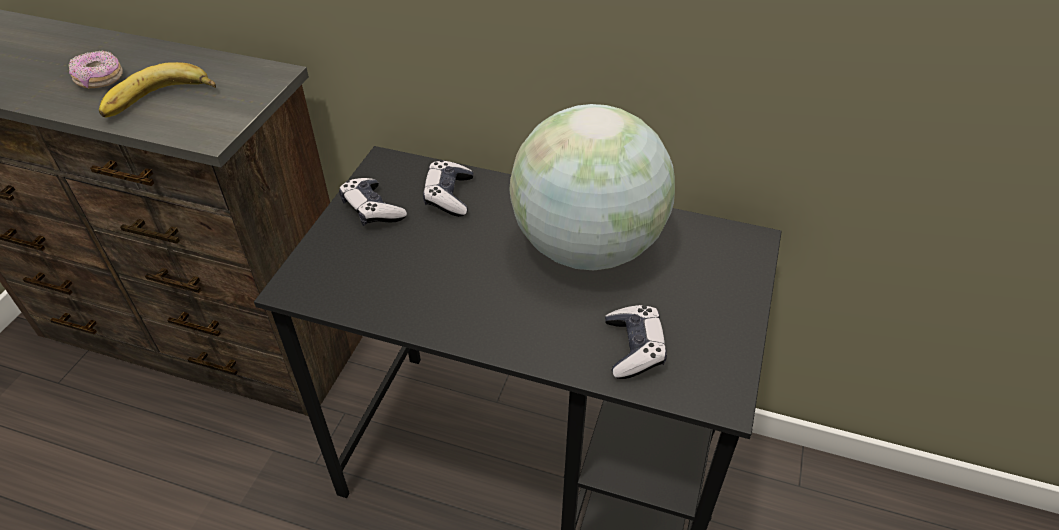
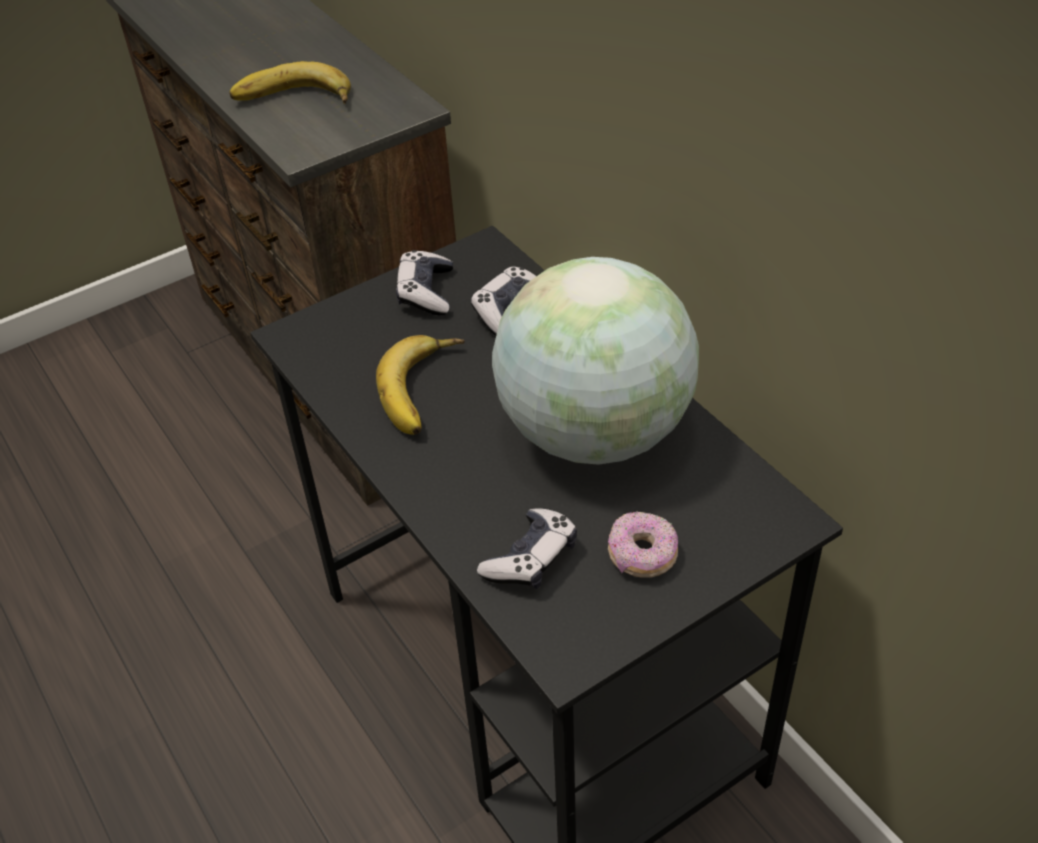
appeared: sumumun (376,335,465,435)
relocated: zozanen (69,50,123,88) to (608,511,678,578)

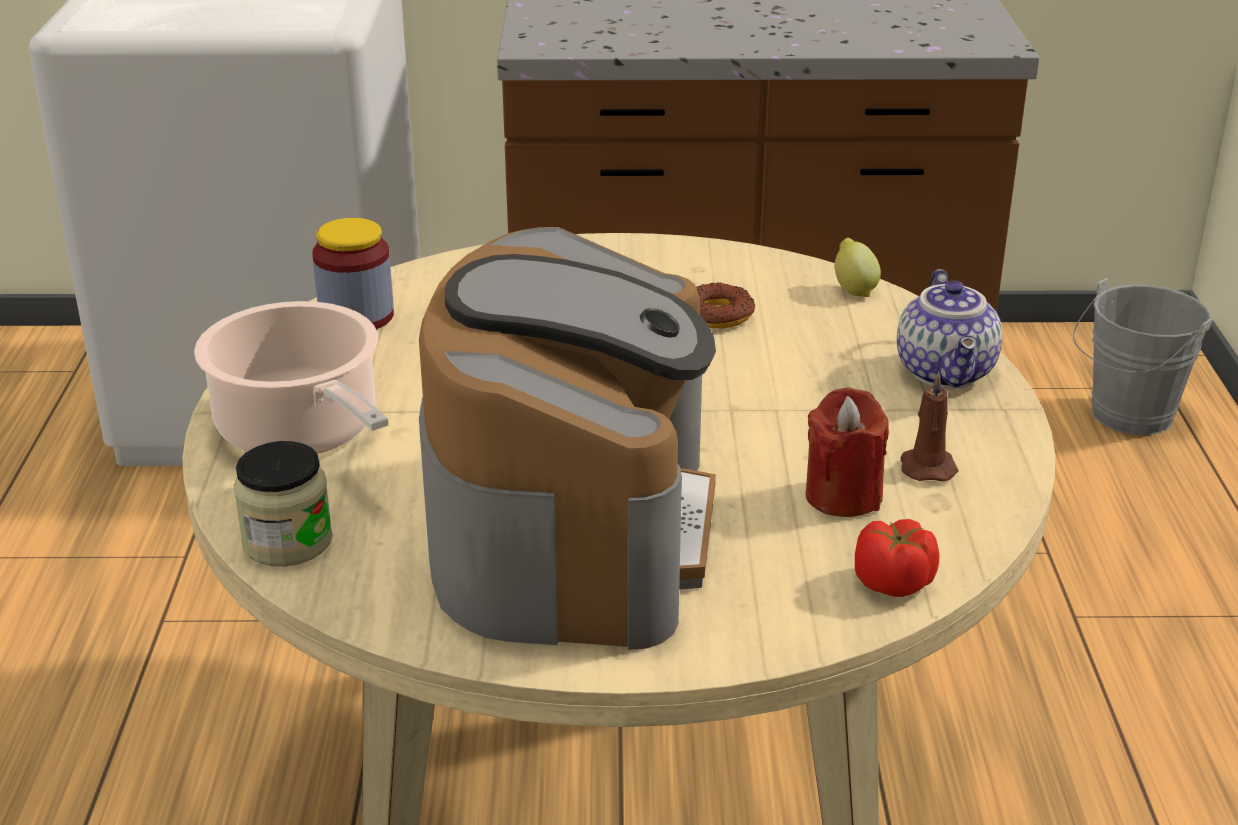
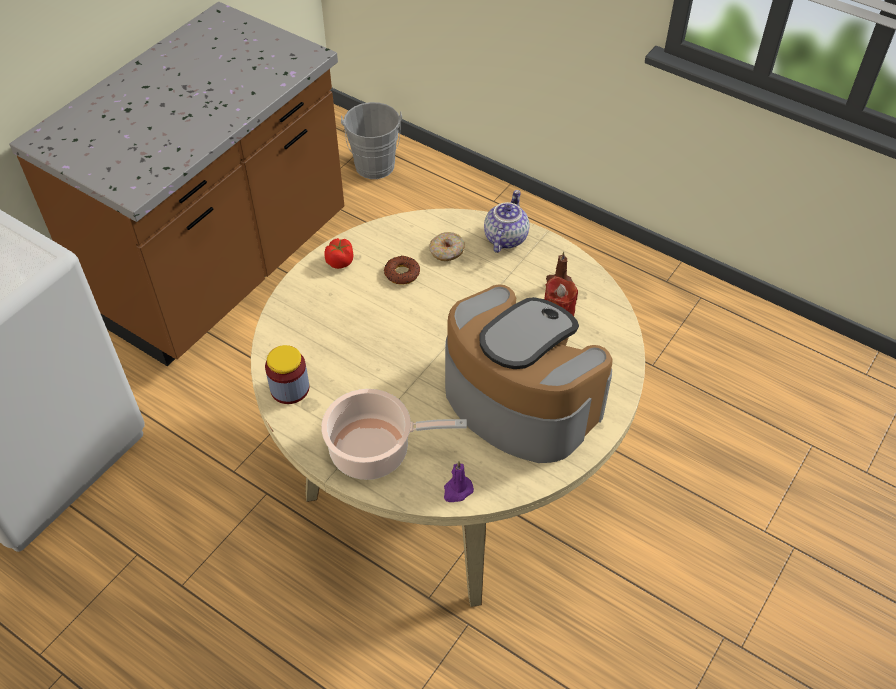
missing: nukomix (834,238,881,297)
appeared: zozanen (430,232,465,261)
relocated: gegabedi (855,519,939,597) to (324,238,354,269)
exchanged: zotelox (233,441,333,566) to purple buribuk (444,461,474,502)
spun: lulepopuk (897,269,1003,388) = (484,190,529,253) 105 degrees counterclockwise

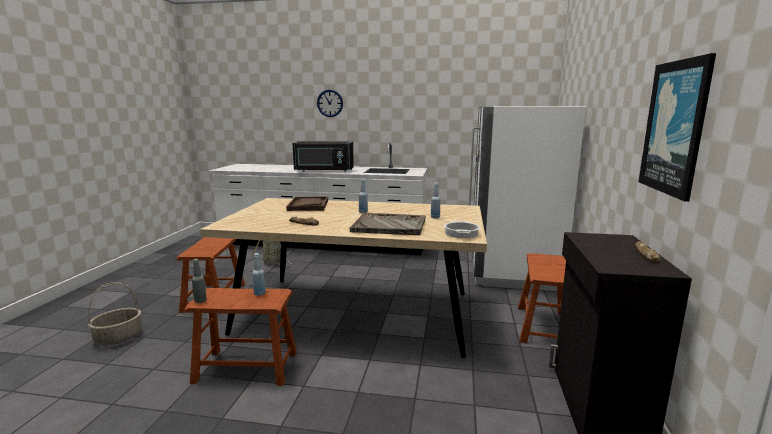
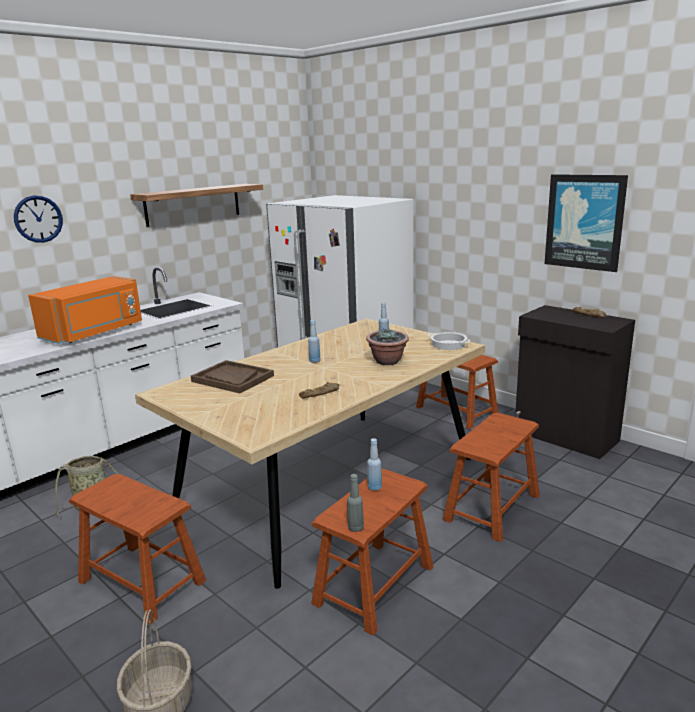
appeared: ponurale (130,184,263,227); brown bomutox (442,413,540,542)
exchanged: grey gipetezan (350,213,426,235) to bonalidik (366,328,409,365)
colour: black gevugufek (292,141,354,172) to orange gevugufek (28,276,142,344)

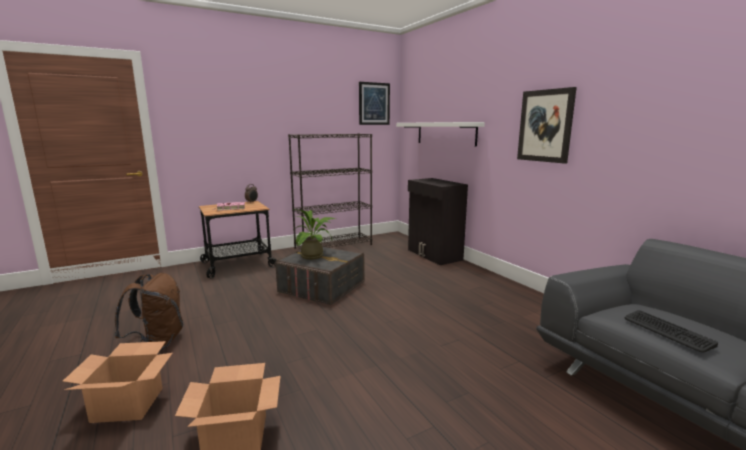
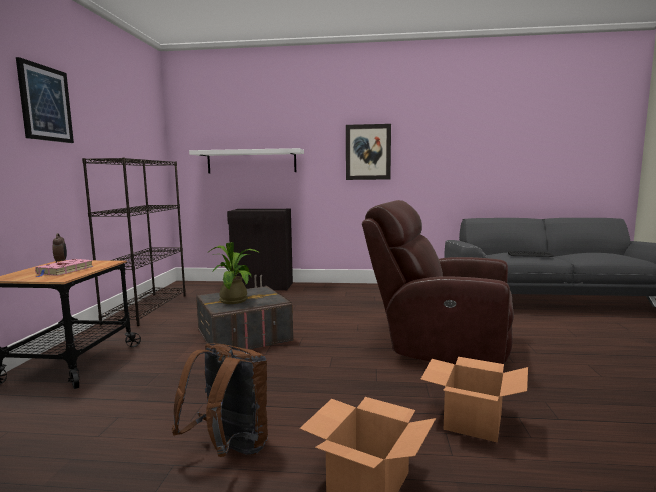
appeared: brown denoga (362,200,514,365)
relocated: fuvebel (359,82,390,125) to (16,57,74,143)

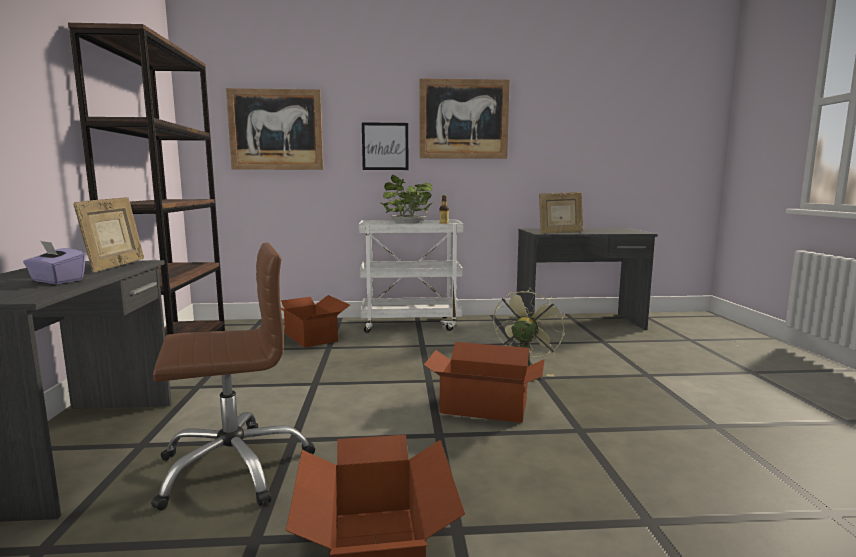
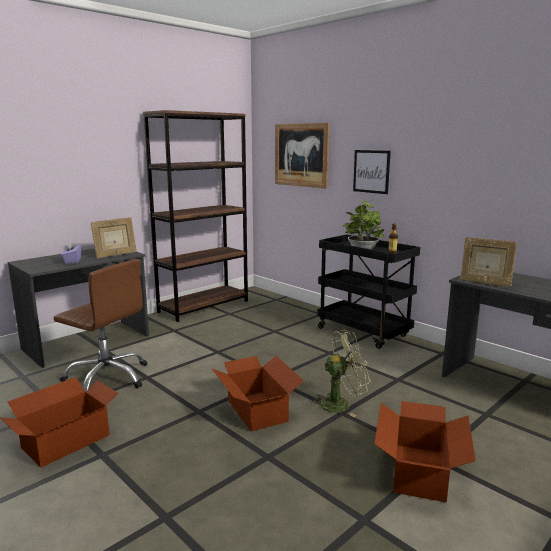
missing: fuvebel (419,78,510,159)
relocated: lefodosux (281,295,350,348) to (374,401,476,503)
colour: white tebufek (359,220,464,333) to black tebufek (317,234,420,349)

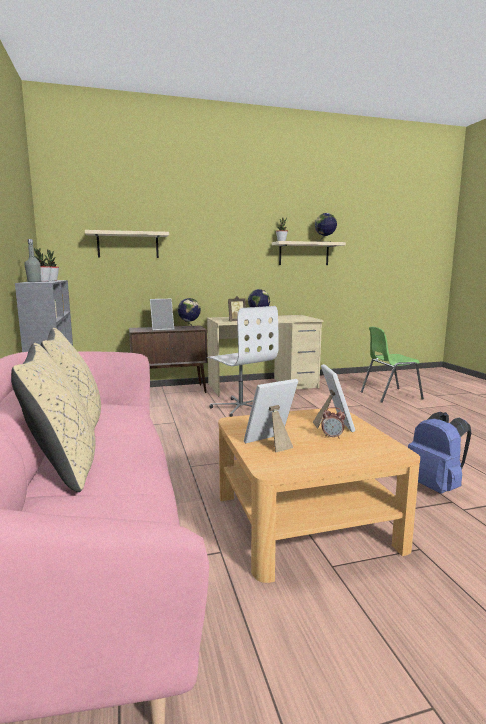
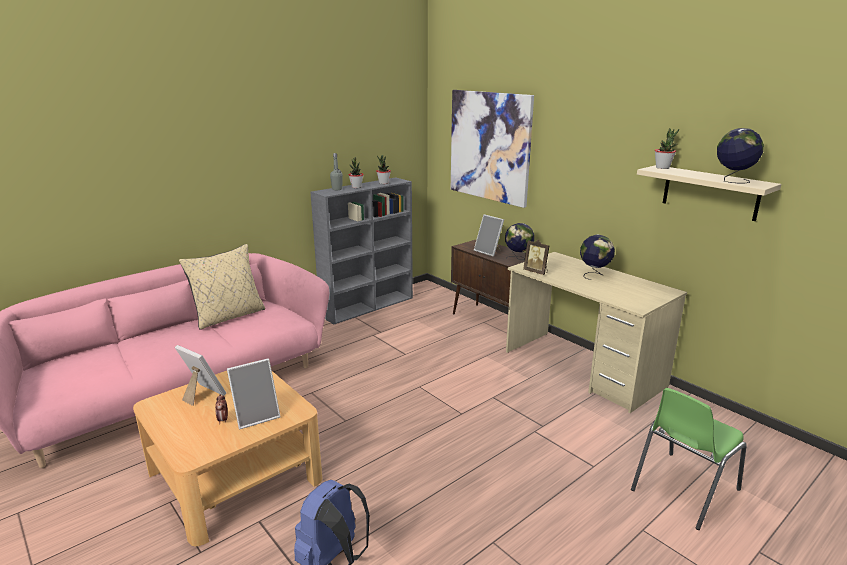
missing: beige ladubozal (11,343,95,492); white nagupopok (207,306,279,417)
exchanged: beige ponurale (85,230,169,258) to fuvebel (451,90,534,208)
spun: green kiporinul (361,327,424,403) = (631,388,747,530) 90 degrees counterclockwise

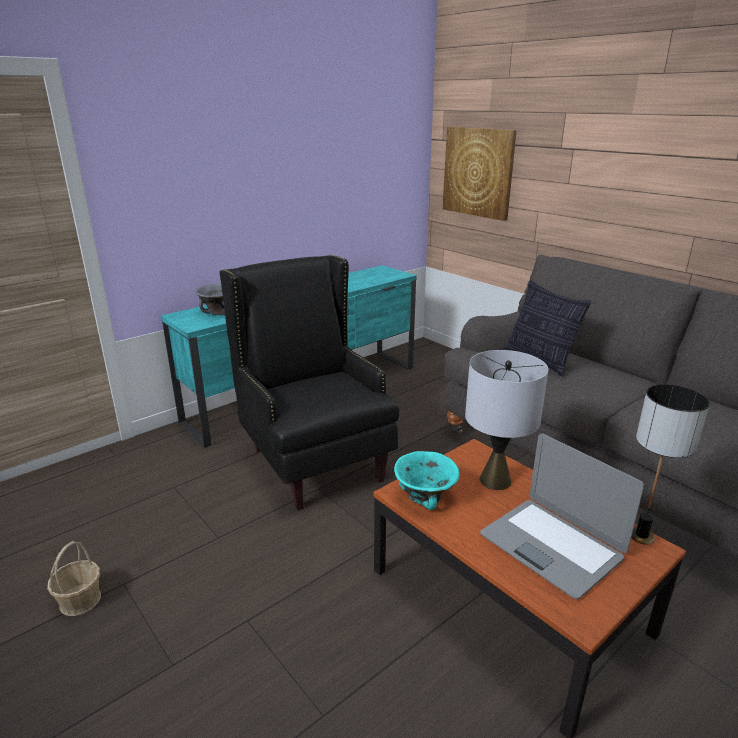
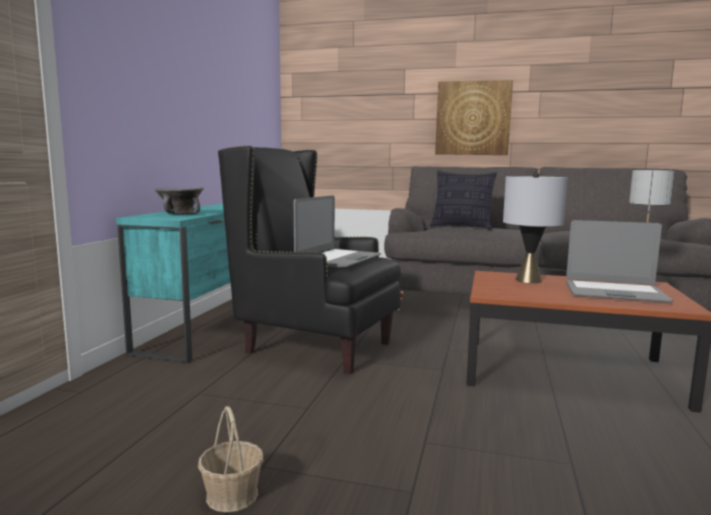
missing: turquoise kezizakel (394,451,460,510)
appeared: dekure (294,195,381,268)
relocated: fuvebel (443,127,517,221) to (435,80,513,155)

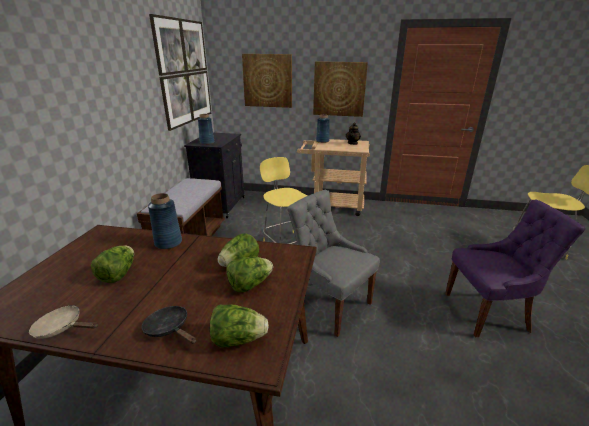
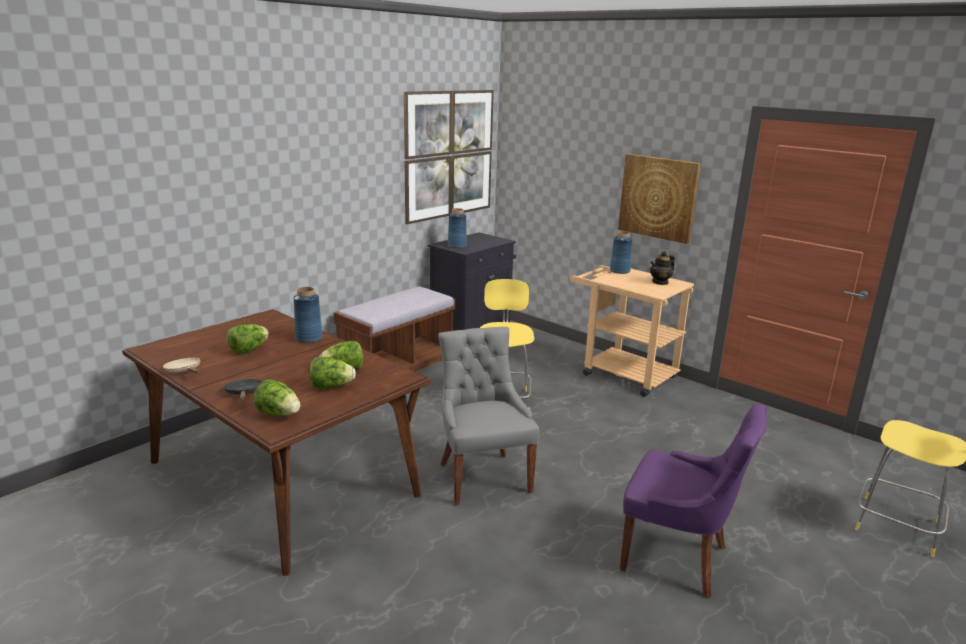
missing: fuvebel (242,54,292,108)

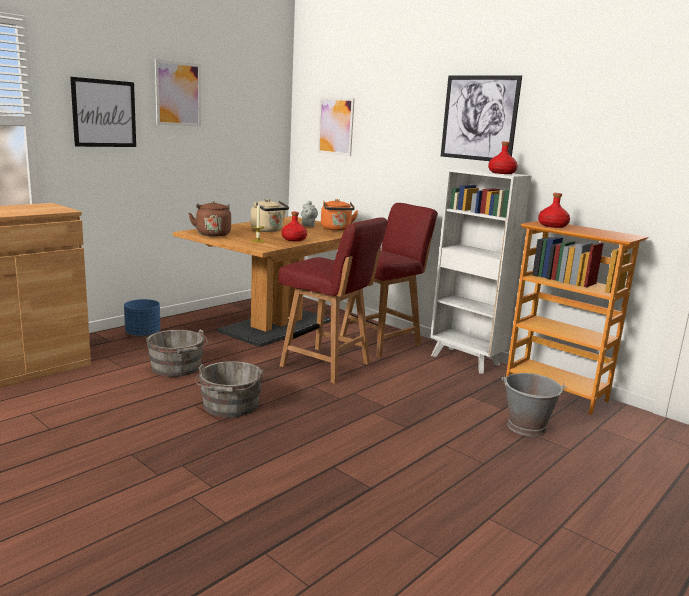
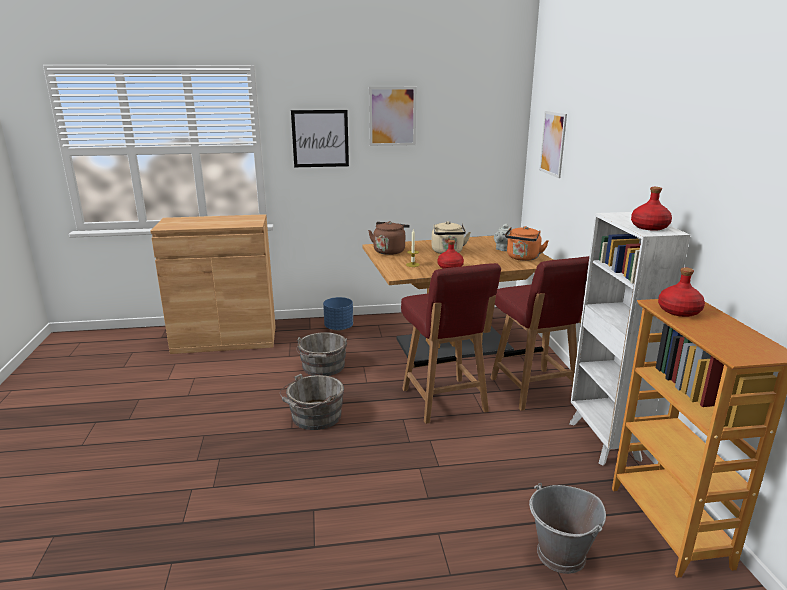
missing: fuvebel (441,75,522,161)
spun: red kiporinul (340,203,438,358) = (491,256,589,411) 75 degrees clockwise

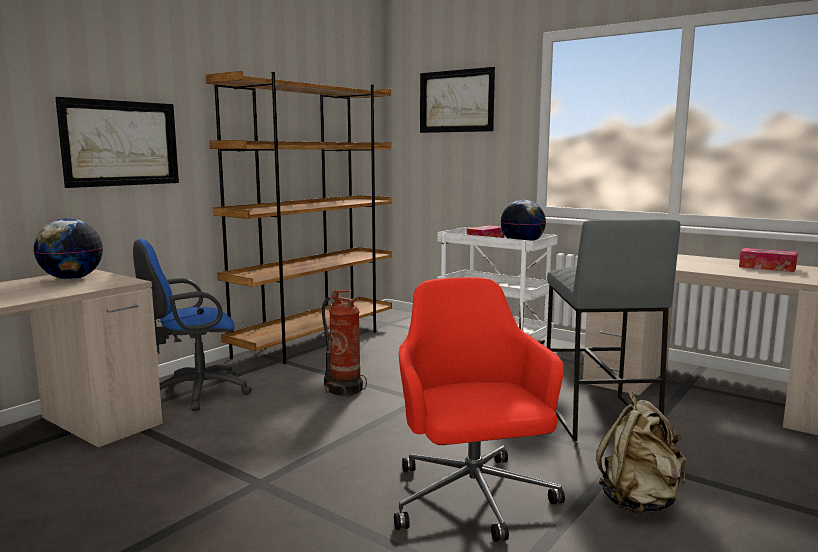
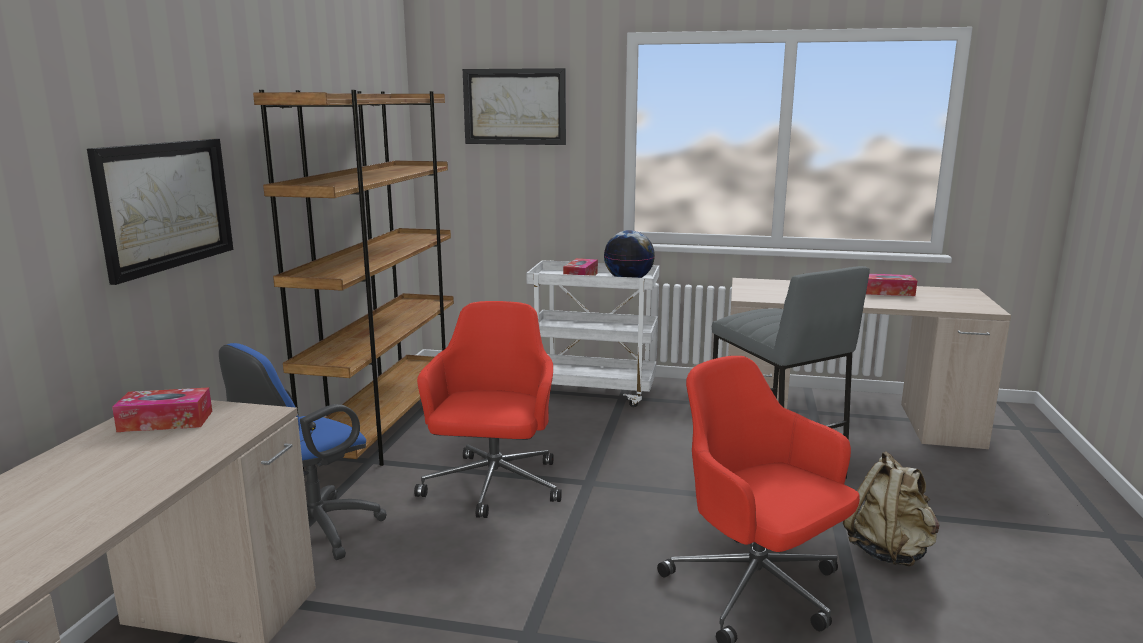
exchanged: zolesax (34,218,103,280) to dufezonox (112,387,212,432); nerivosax (322,290,367,398) to red nagupopok (414,301,562,518)

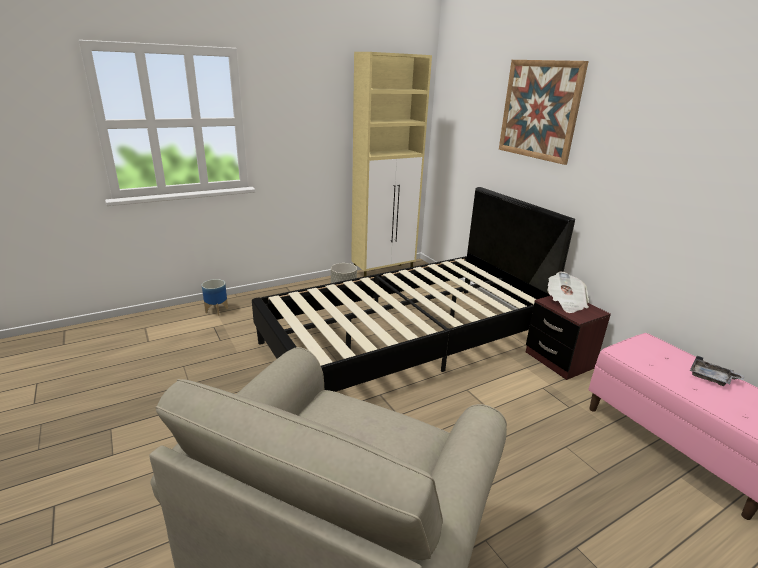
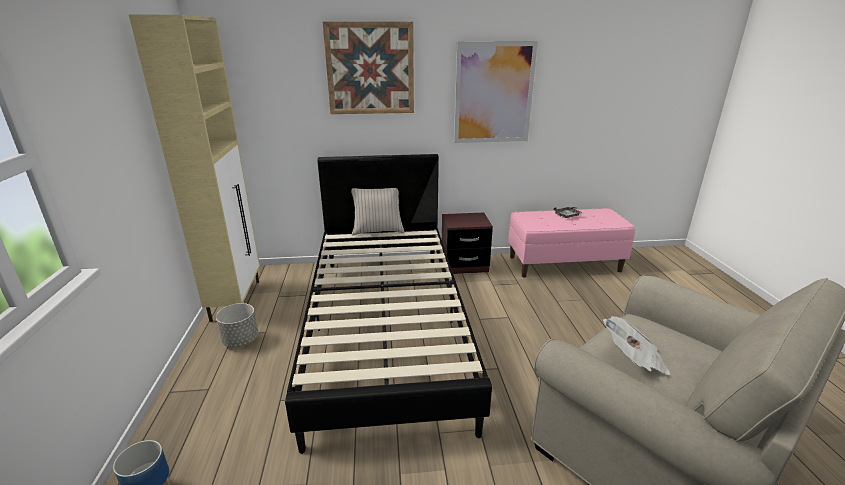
appeared: beige ladubozal (351,188,404,235); fuvebel (454,41,538,143)
relocated: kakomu (547,272,589,313) to (603,316,671,375)

